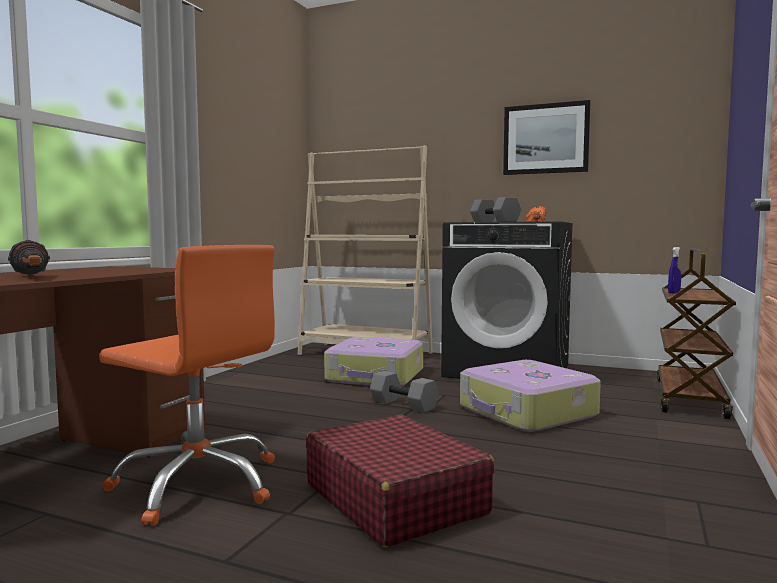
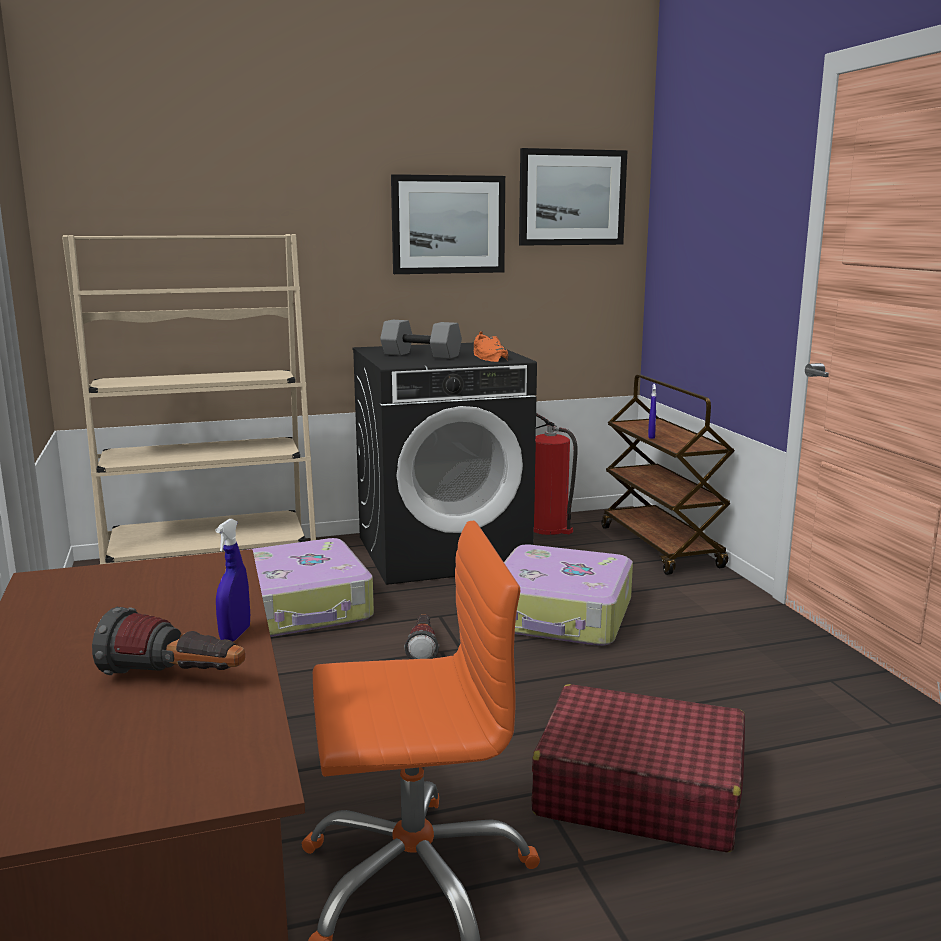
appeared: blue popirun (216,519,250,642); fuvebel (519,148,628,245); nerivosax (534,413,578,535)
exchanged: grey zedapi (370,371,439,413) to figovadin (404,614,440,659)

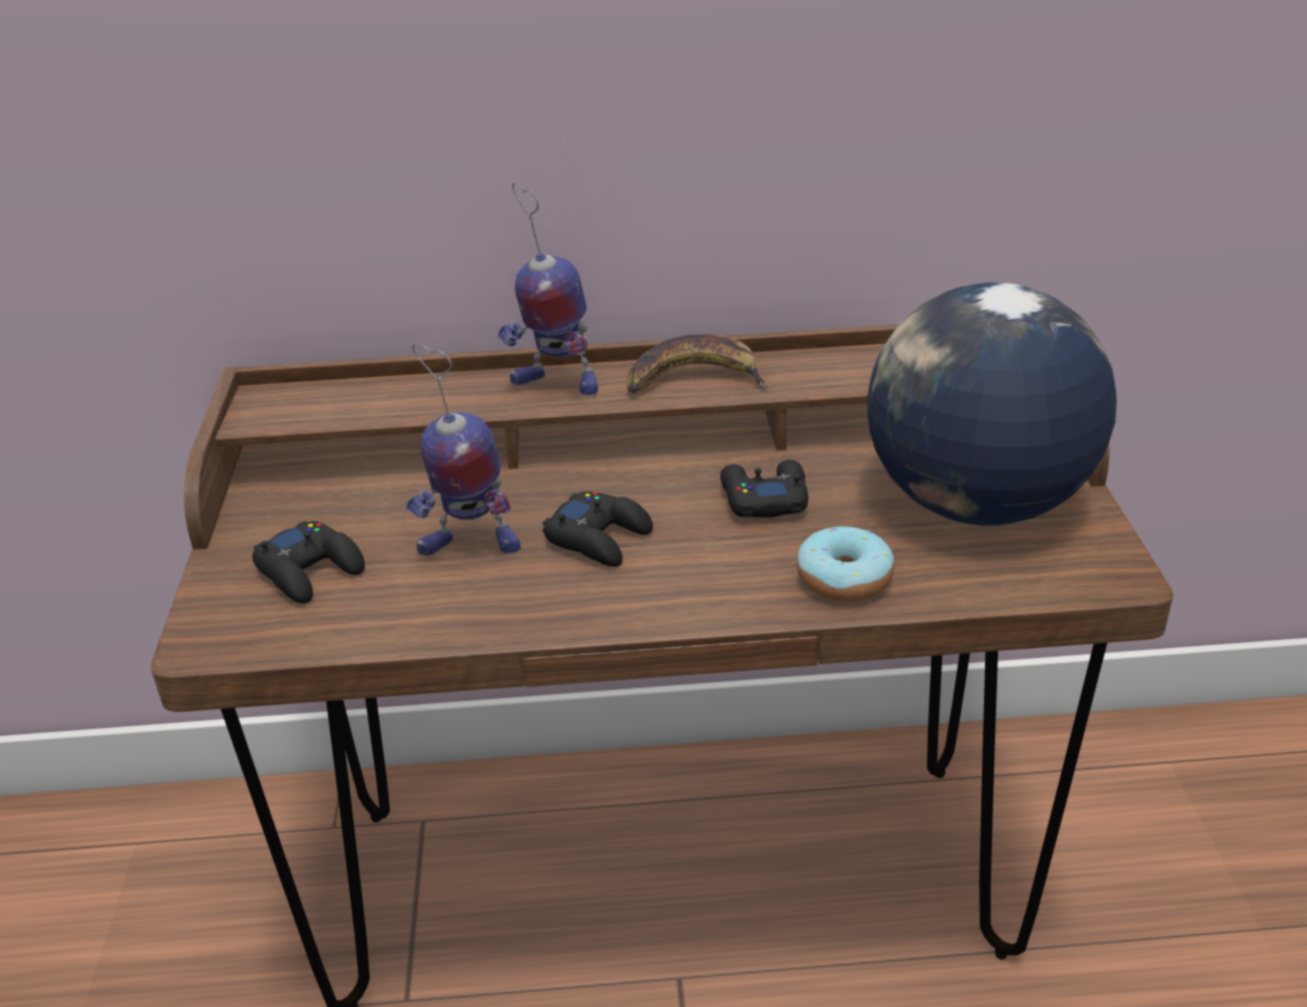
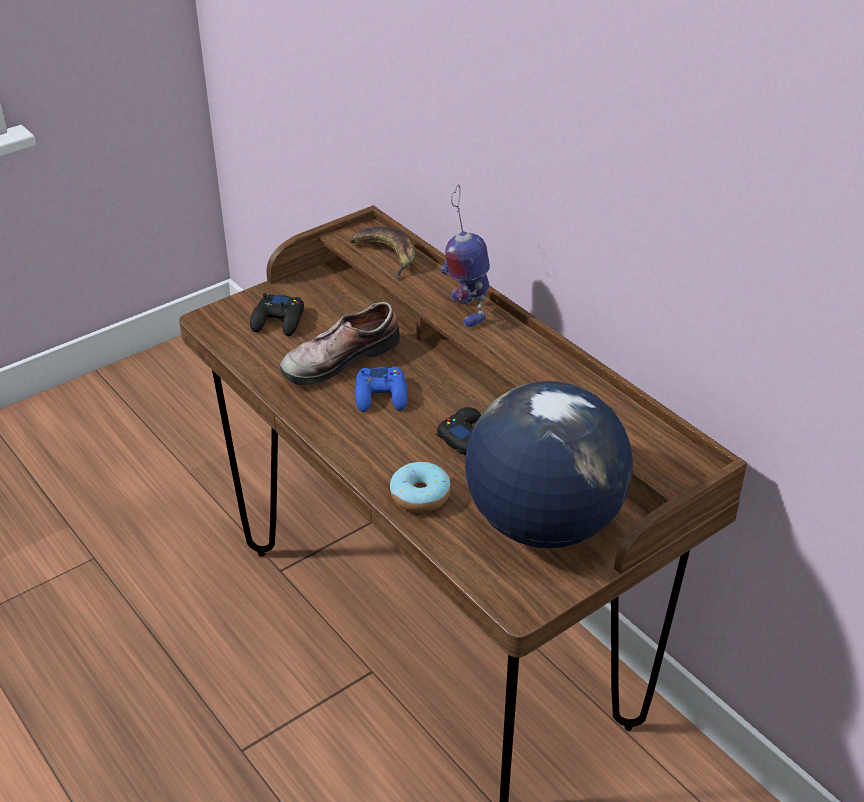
relocated: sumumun (627,334,769,393) to (350,227,416,279)
exchanged: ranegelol (406,343,521,556) to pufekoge (280,302,400,385)
colour: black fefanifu (542,492,653,567) to blue fefanifu (355,367,408,412)

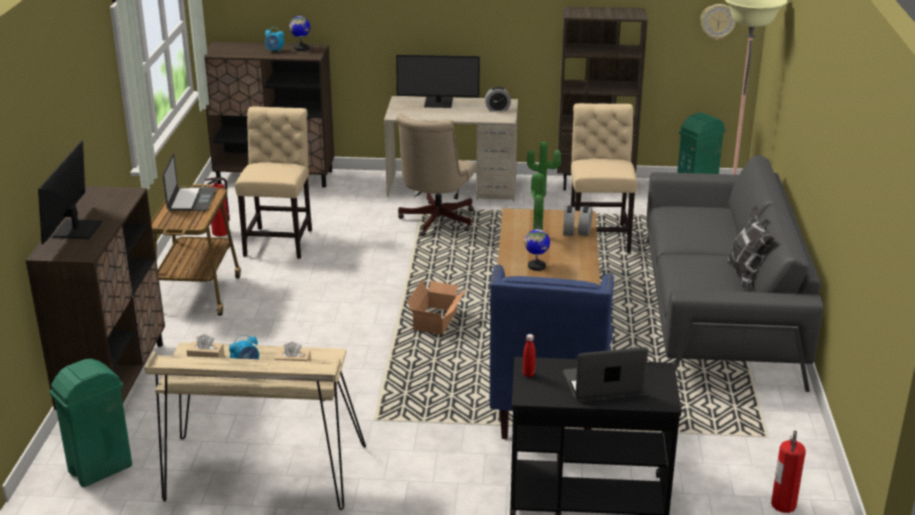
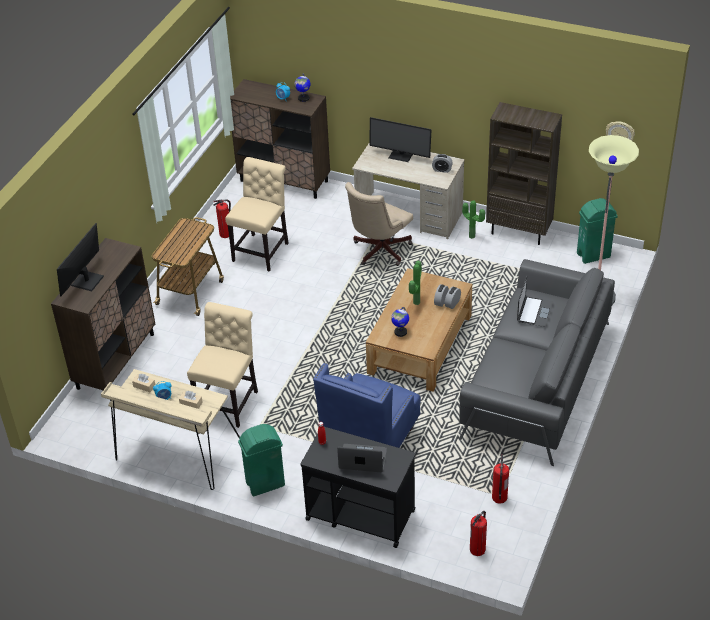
missing: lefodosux (407,280,467,335); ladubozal (728,205,774,292)
appeared: nerivosax (492,454,509,504)
relocated: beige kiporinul (571,103,638,253) to (187,302,258,428); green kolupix (50,359,132,487) to (238,424,285,497); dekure (163,153,216,211) to (517,276,554,327)

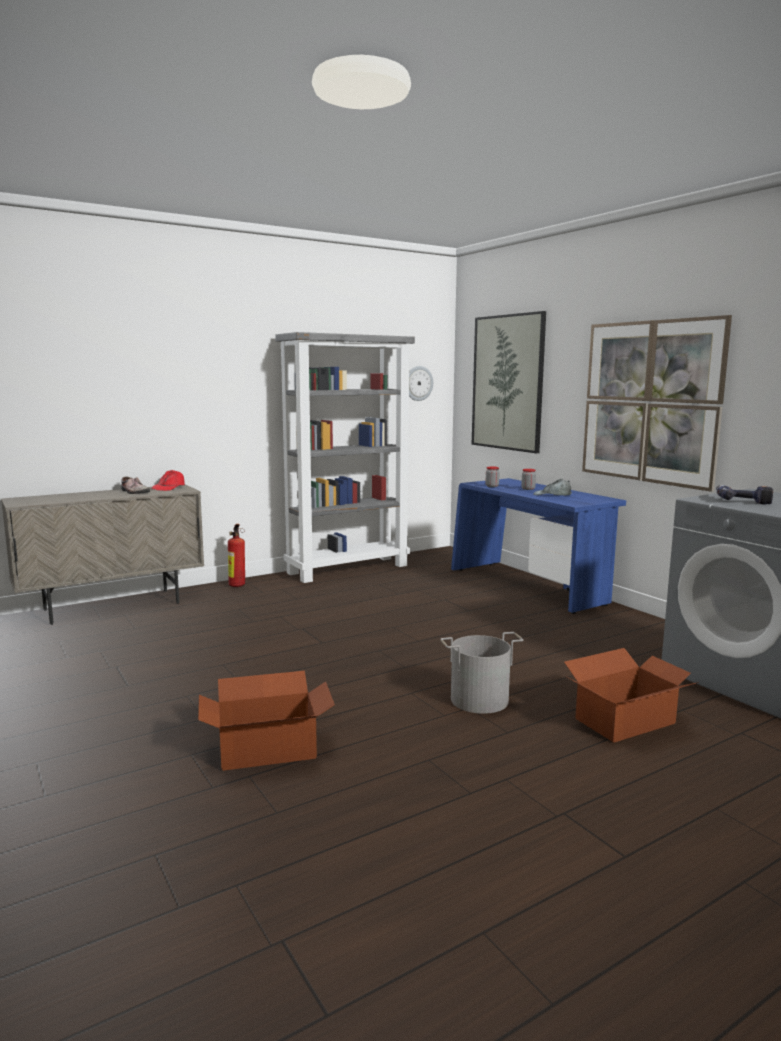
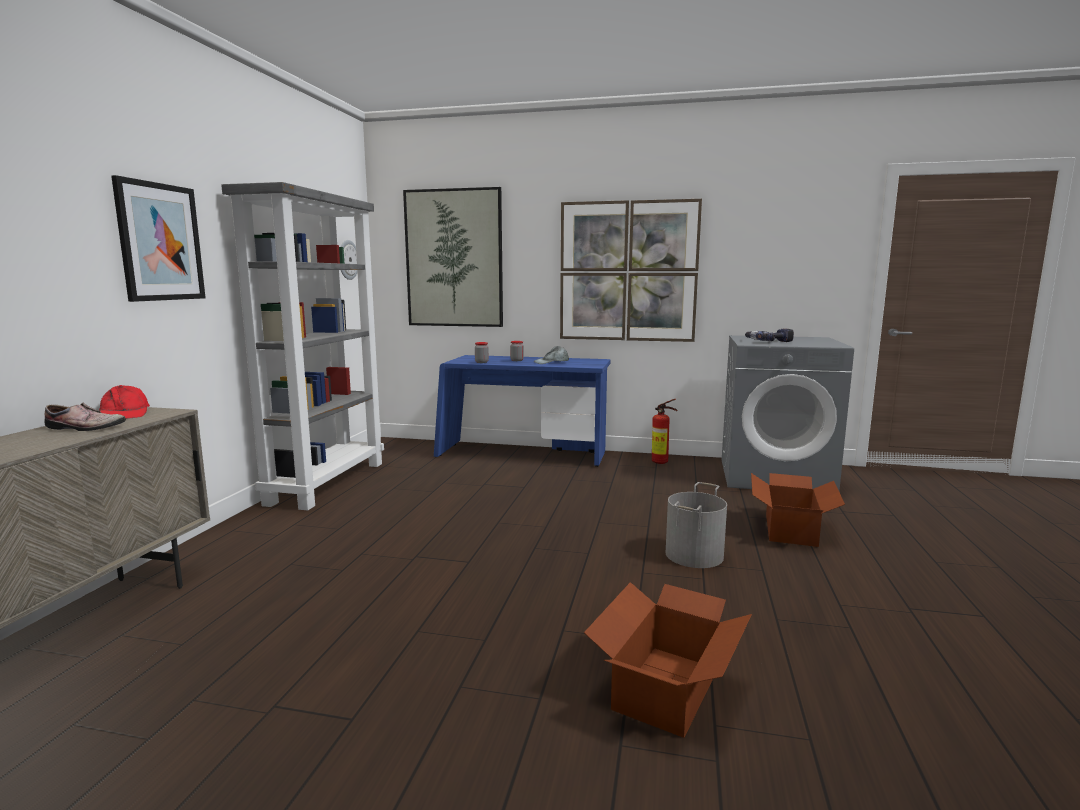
appeared: fuvebel (111,175,206,302)
relocated: nerivosax (228,524,245,587) to (652,399,678,464)

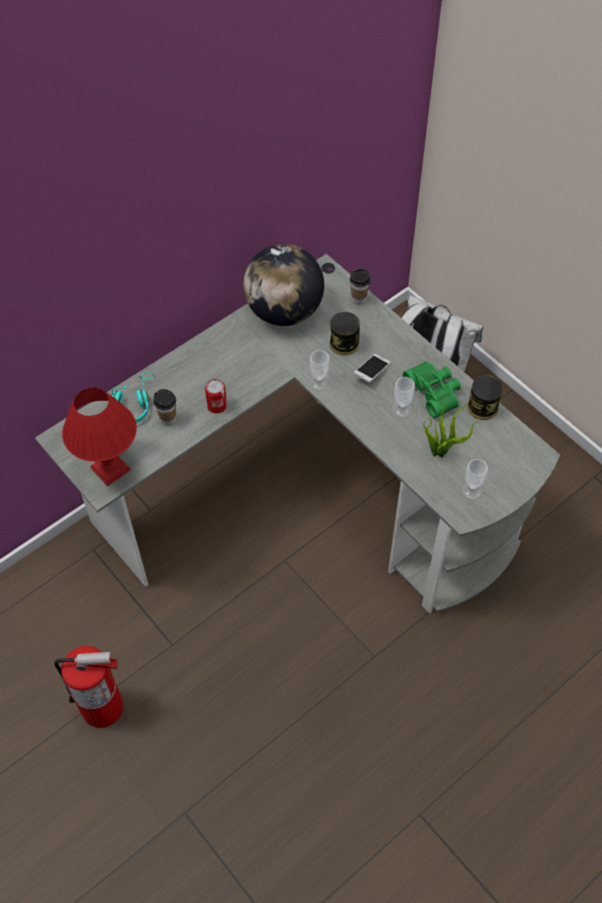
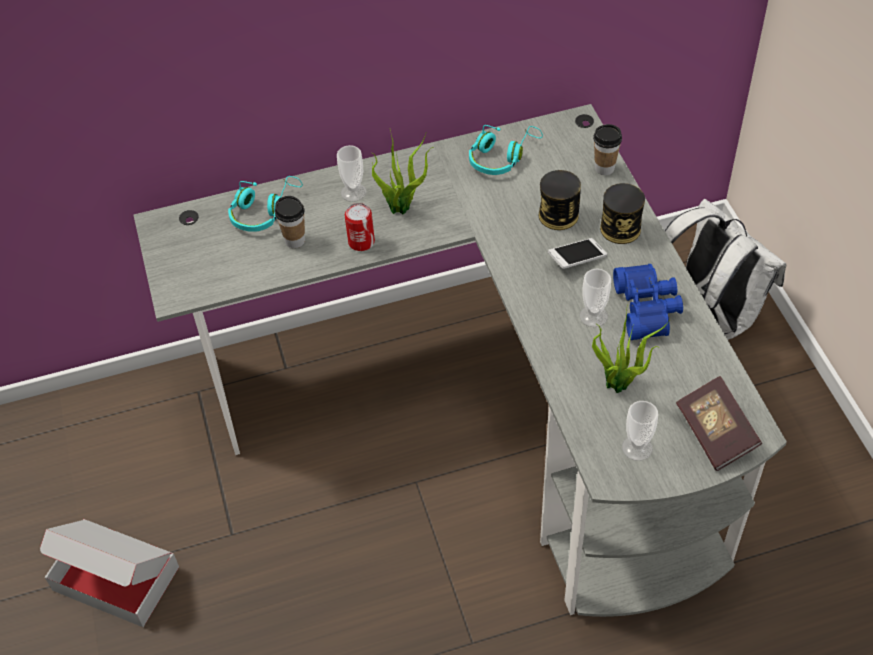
missing: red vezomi (62,387,137,486)
appeared: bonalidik (372,130,434,214); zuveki (676,376,762,471)
relocated: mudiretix (309,350,329,391) to (337,145,367,202); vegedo (468,375,503,420) to (600,183,645,244)
exchanged: nerivosax (54,646,123,728) to lefodosux (40,519,179,627); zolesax (243,244,324,326) to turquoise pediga (469,125,543,175)
colour: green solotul (403,361,461,418) to blue solotul (613,264,683,340)

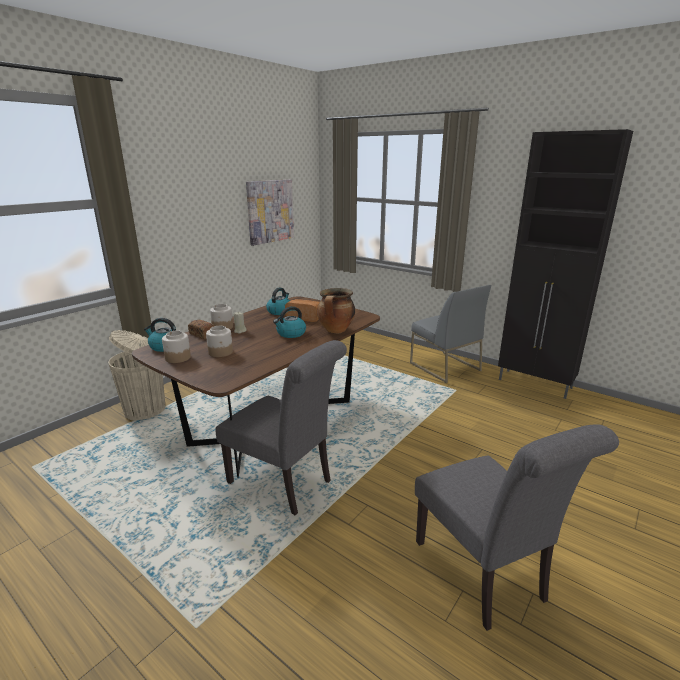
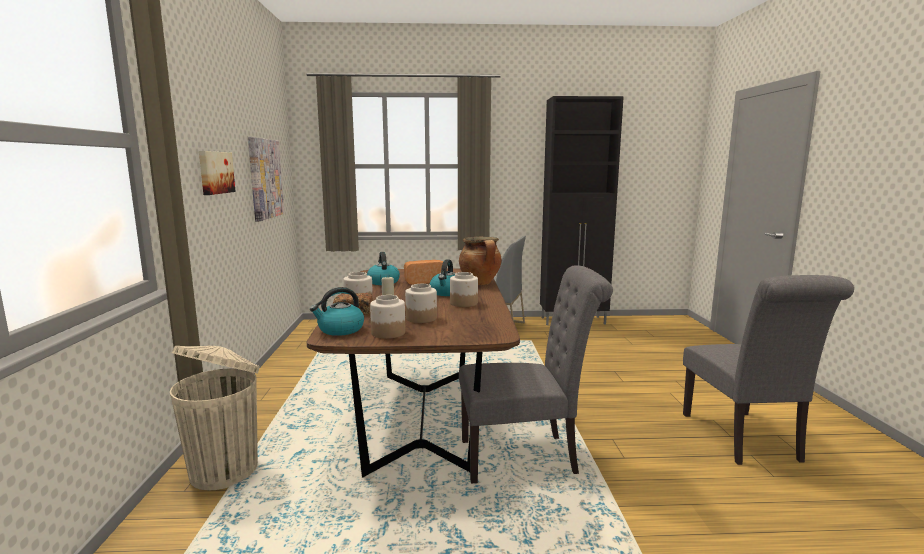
appeared: fuvebel (199,151,236,195); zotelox (450,272,478,307)
spun: grey kiporinul (415,424,619,631) = (683,275,854,465) 60 degrees clockwise

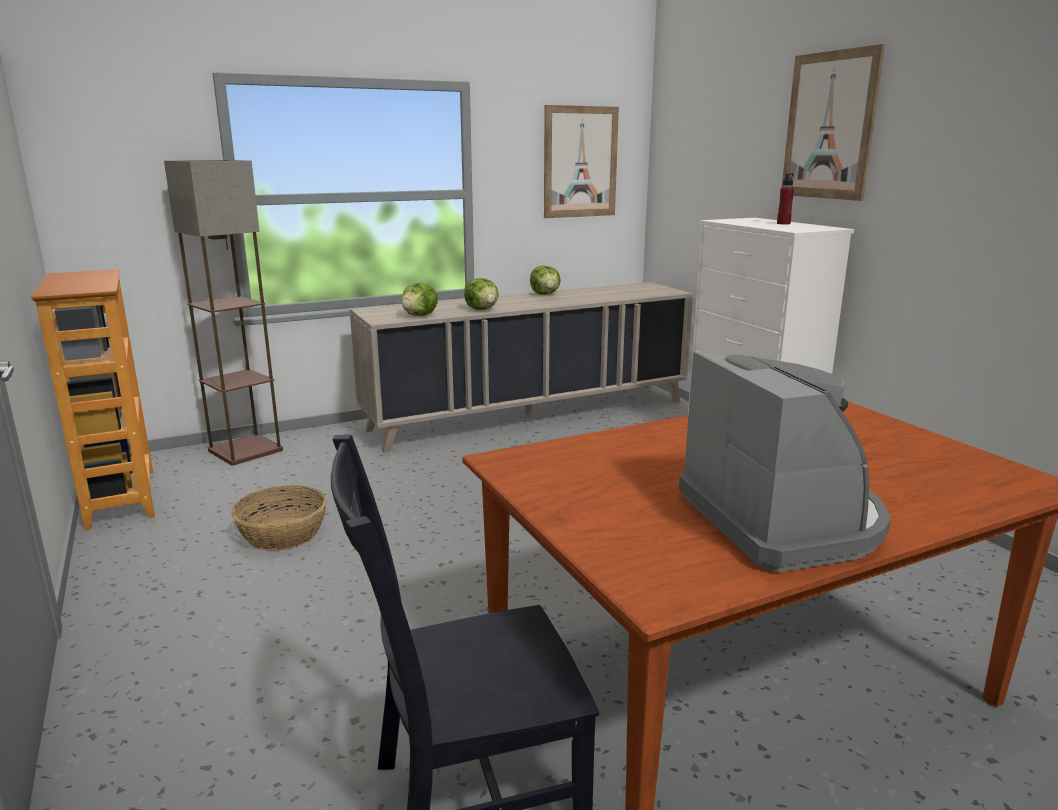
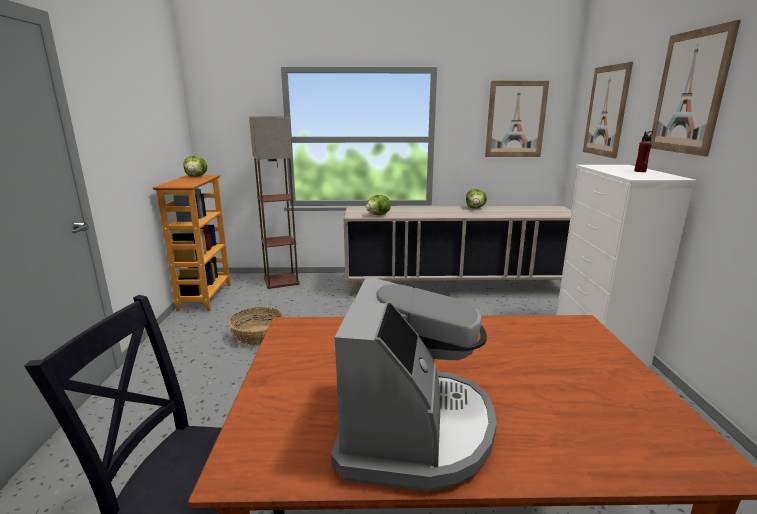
appeared: fuvebel (583,62,633,159)
relocated: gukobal (464,278,499,310) to (184,156,207,177)

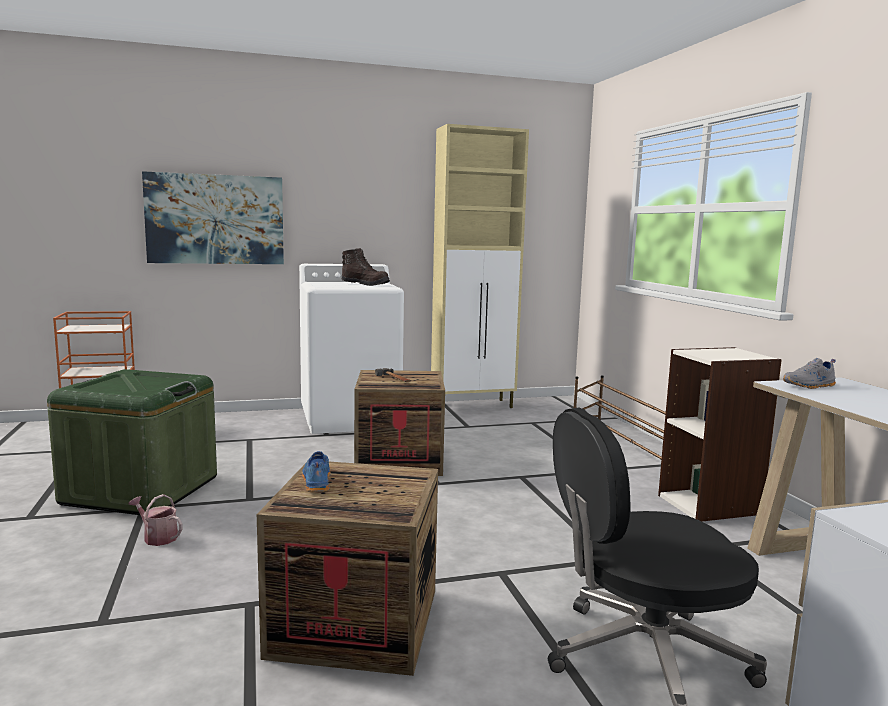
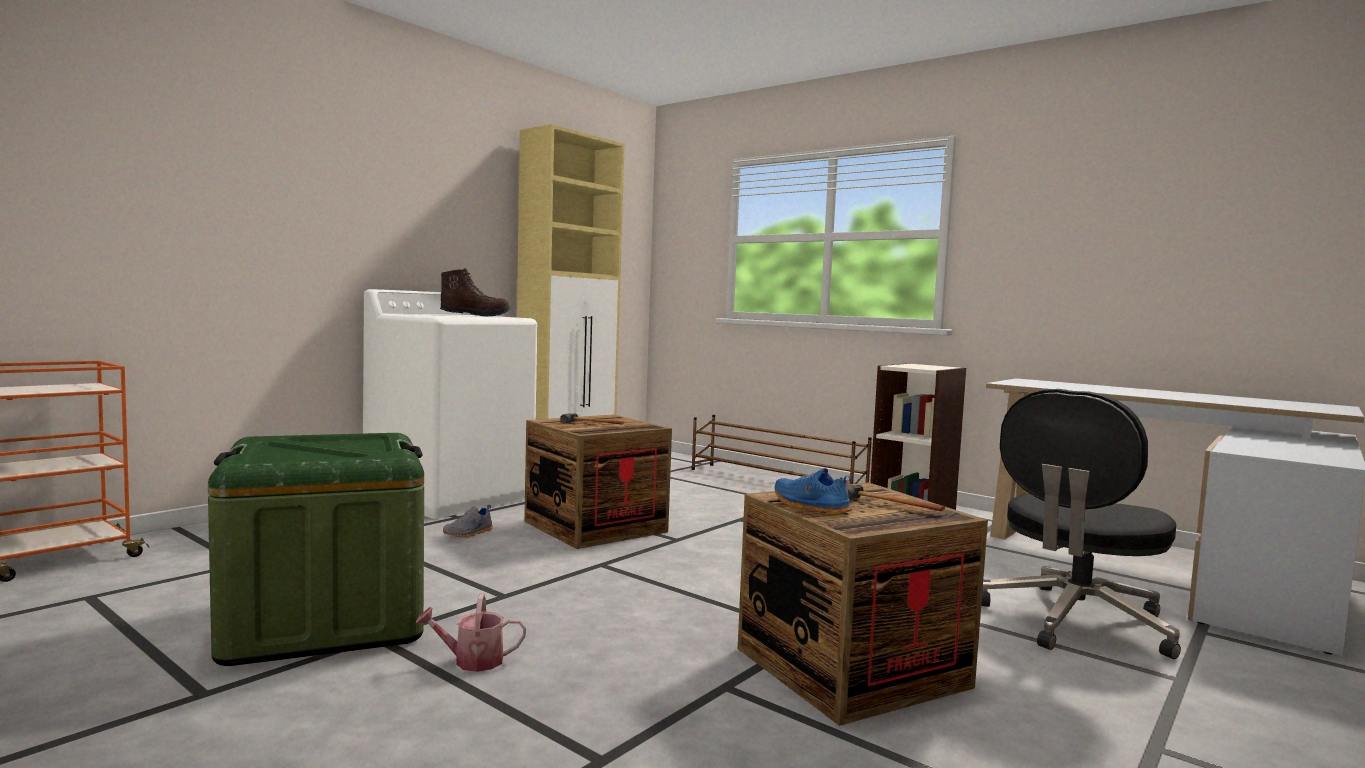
missing: fuvebel (142,171,284,264)
appeared: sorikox (847,485,945,511)
relocated: grey pufekoge (783,358,836,389) to (443,505,493,538)

